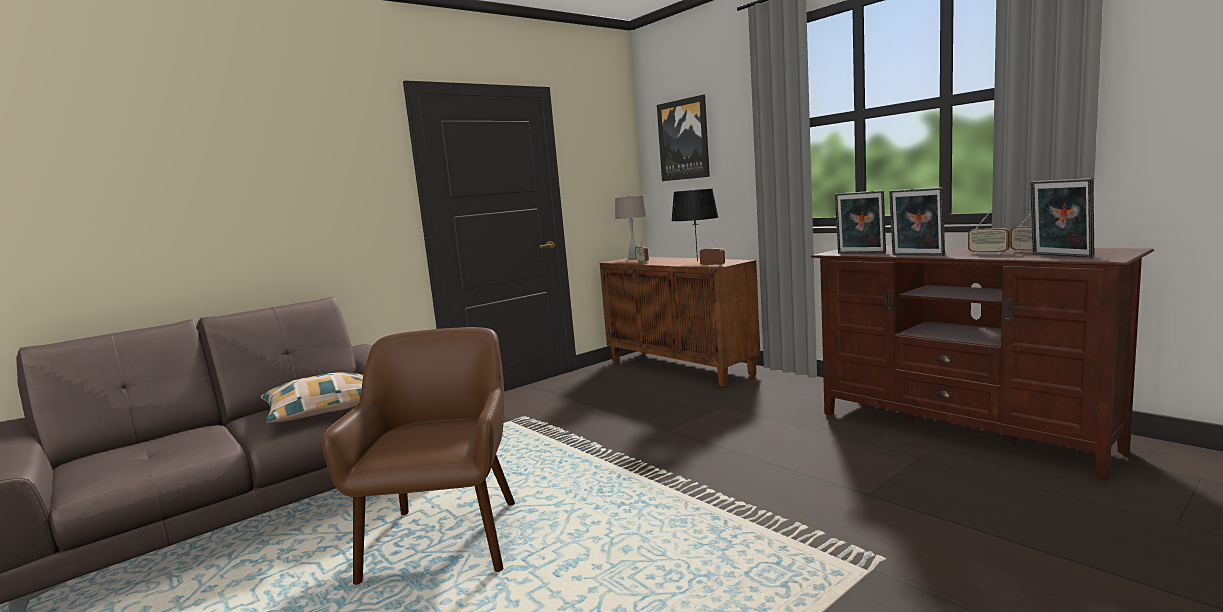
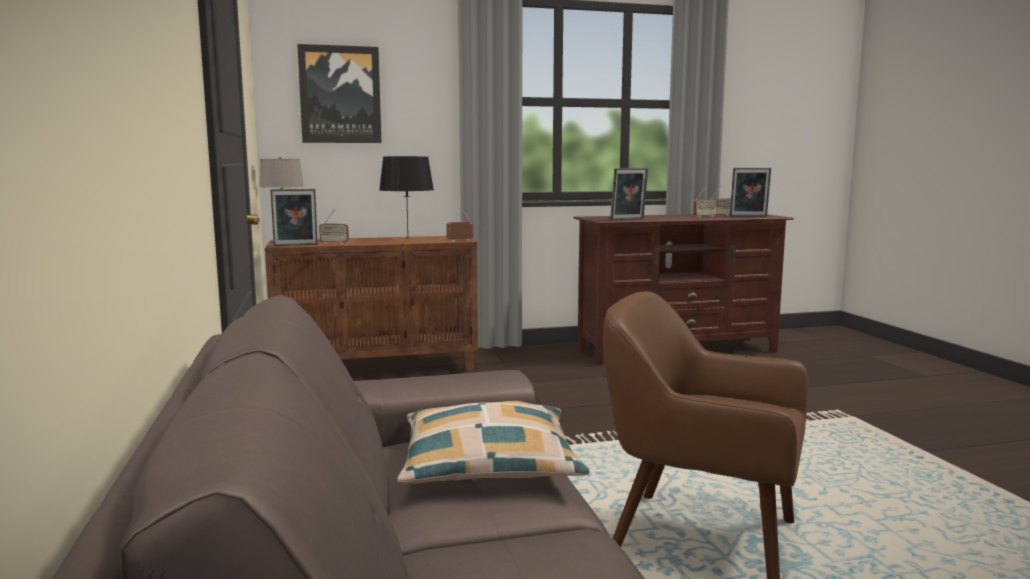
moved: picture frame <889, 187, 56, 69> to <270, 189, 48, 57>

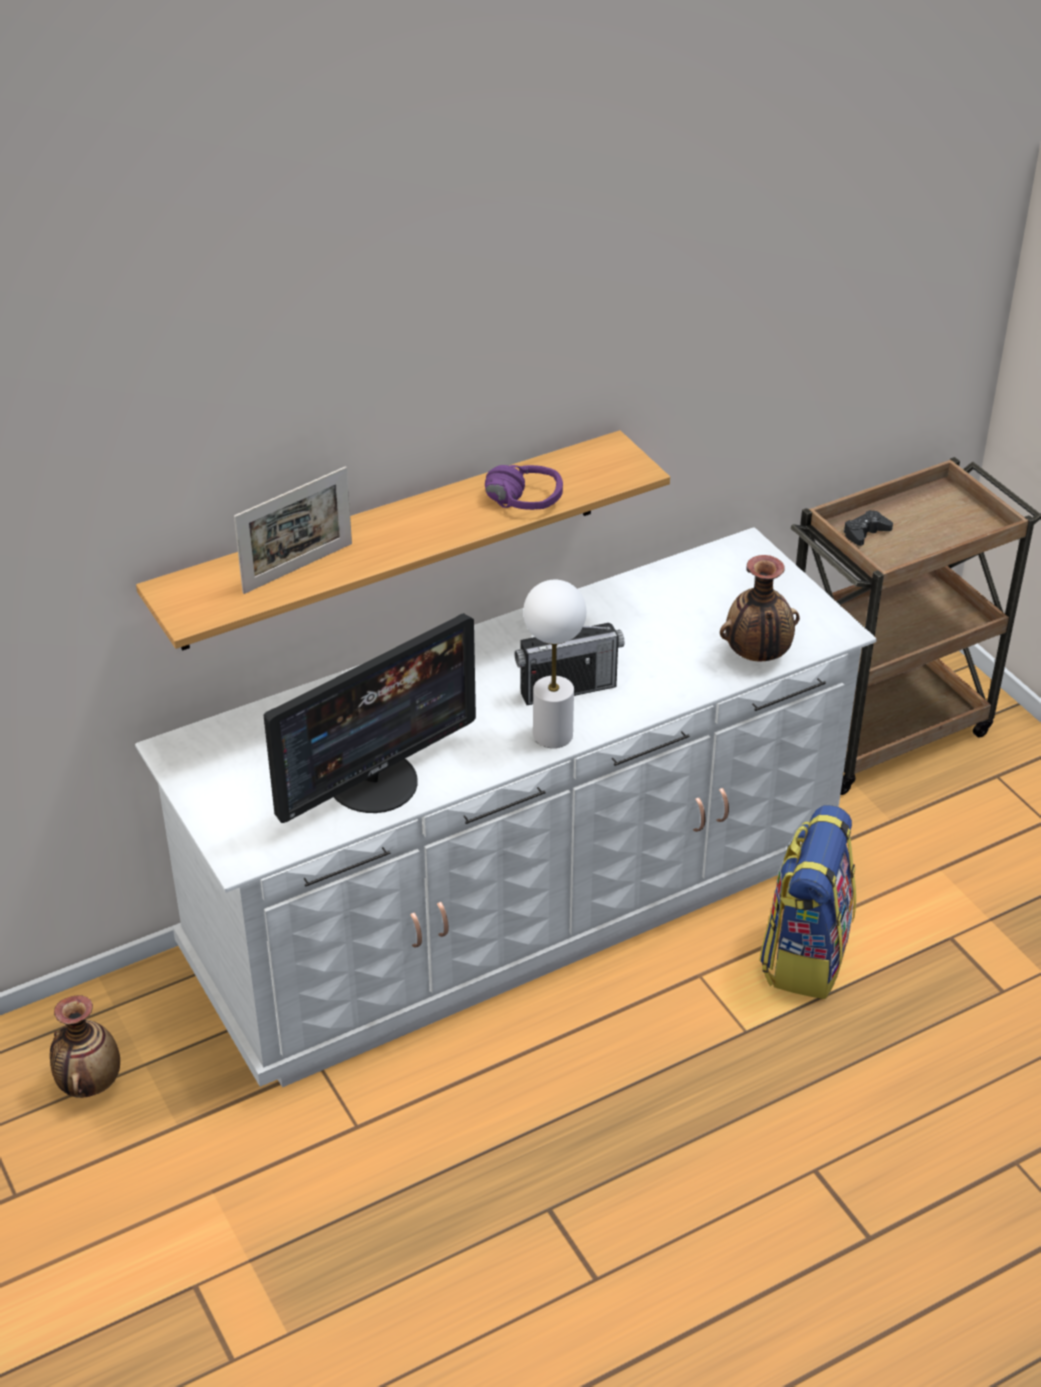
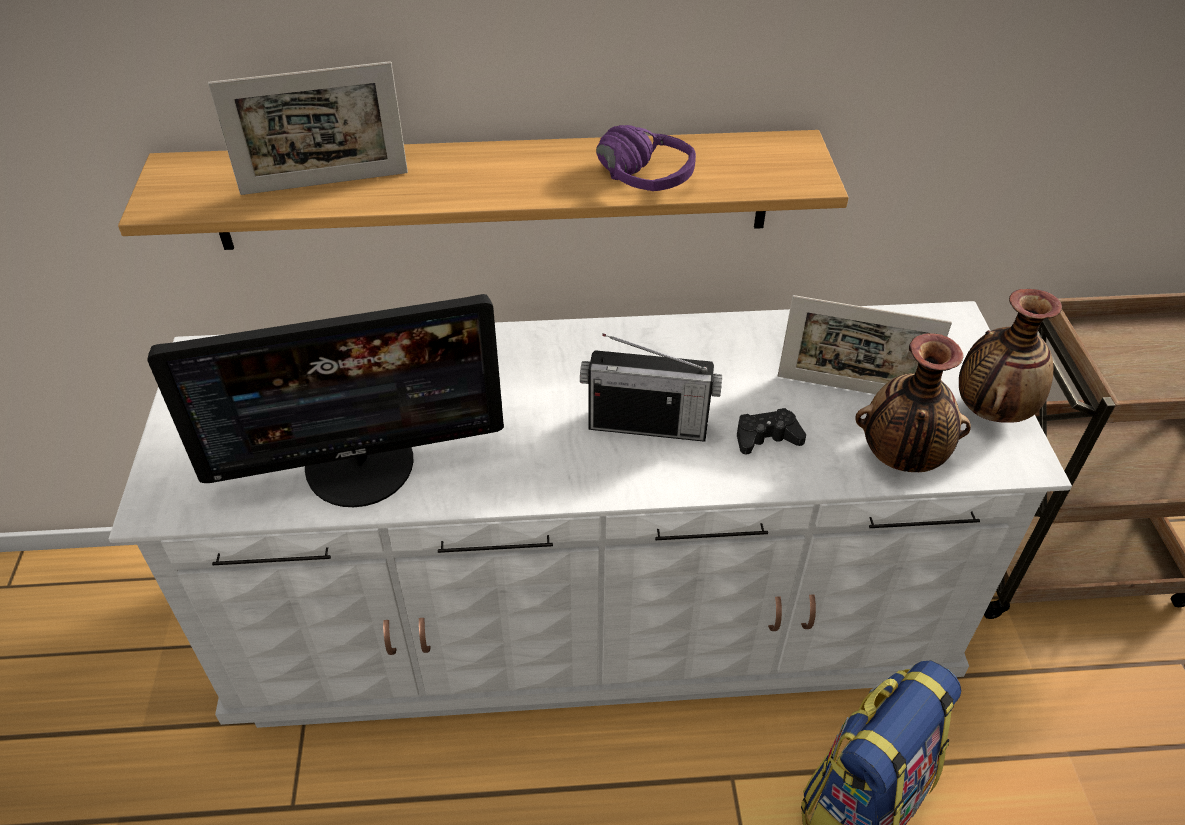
removed: white table lamp <523, 580, 63, 168>
added: picture frame <778, 295, 174, 99>
moved: vase <50, 995, 70, 103> to <959, 289, 103, 134>; black game controller <844, 510, 49, 36> to <737, 408, 69, 46>

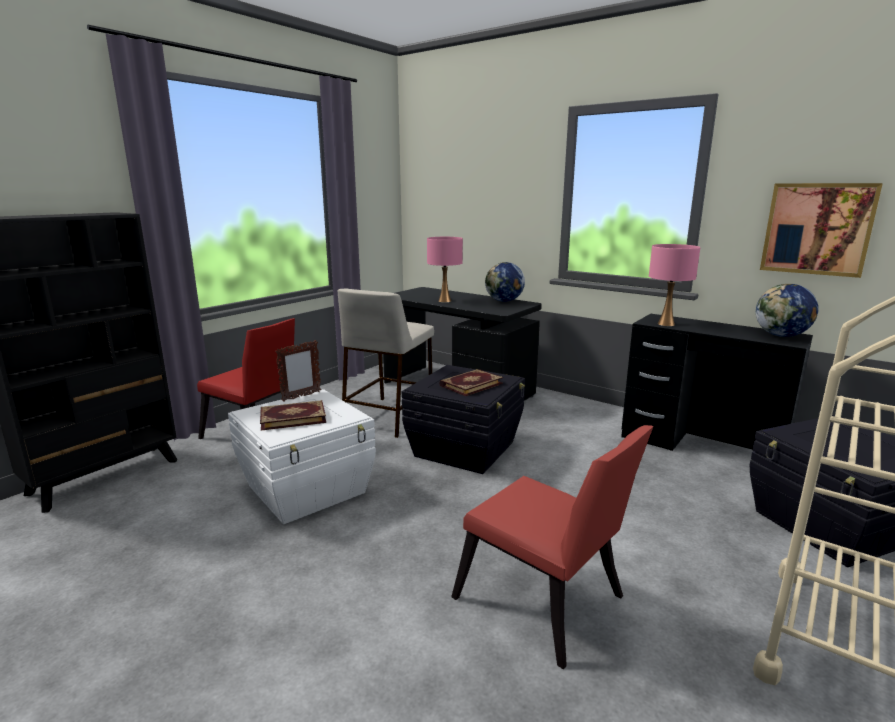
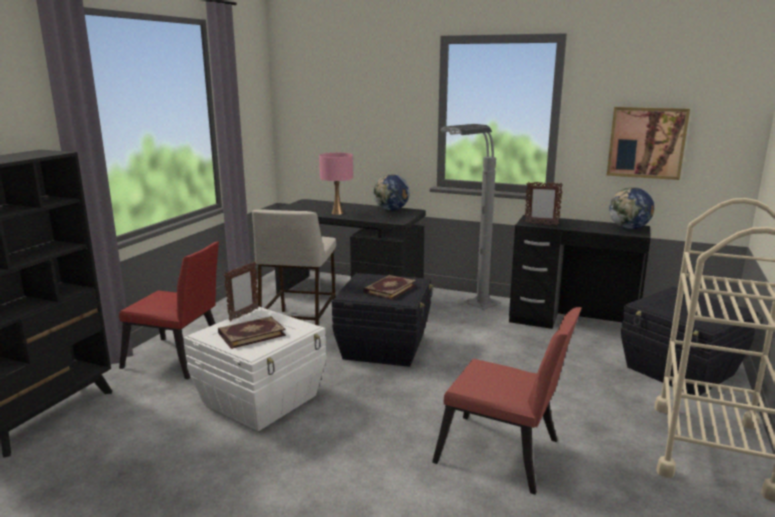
added: grey floor lamp <439, 124, 63, 186>
replaced: pink table lamp <649, 244, 51, 82> to picture frame <525, 182, 38, 43>

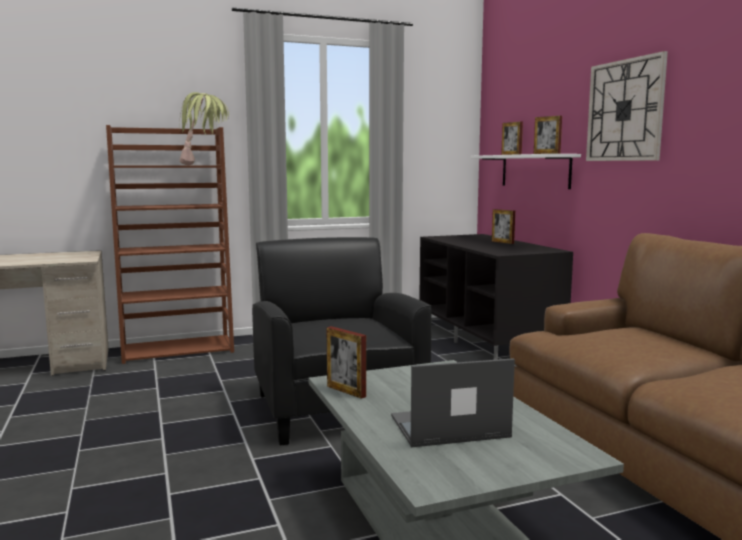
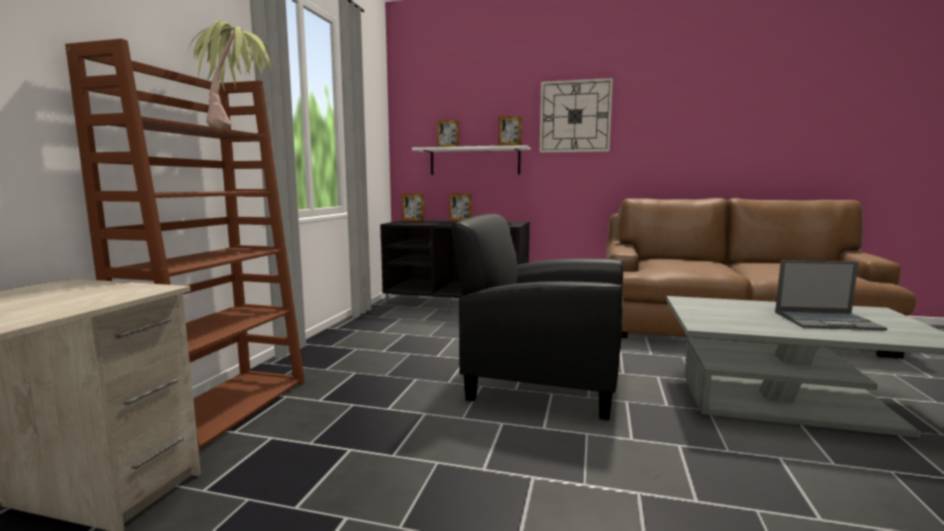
moved: picture frame <326, 326, 40, 73> to <402, 194, 22, 28>
turned: laptop <391, 358, 124, 89> = <775, 260, 112, 71> 105 degrees counterclockwise

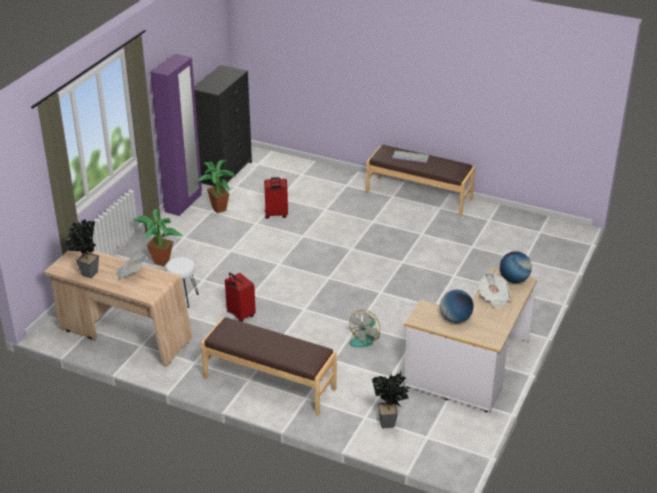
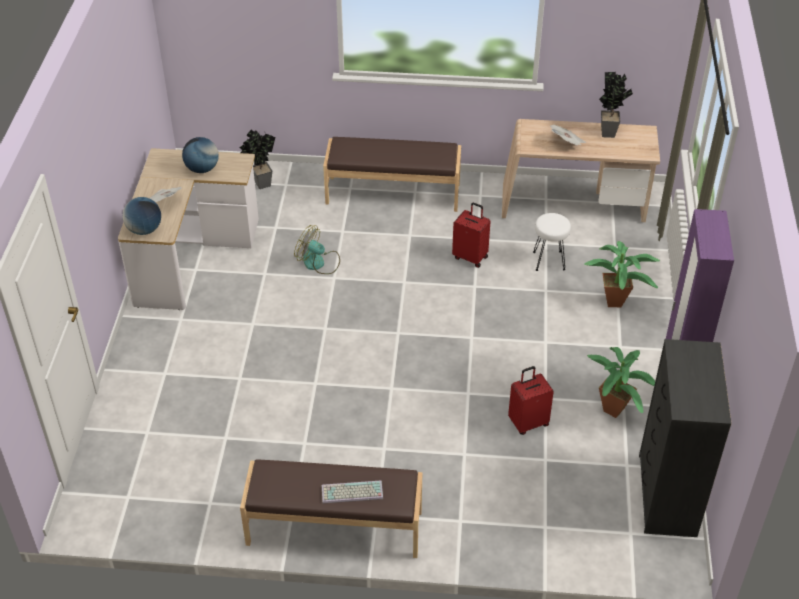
turned: fan <349, 310, 31, 37> = <294, 225, 46, 49> 75 degrees counterclockwise

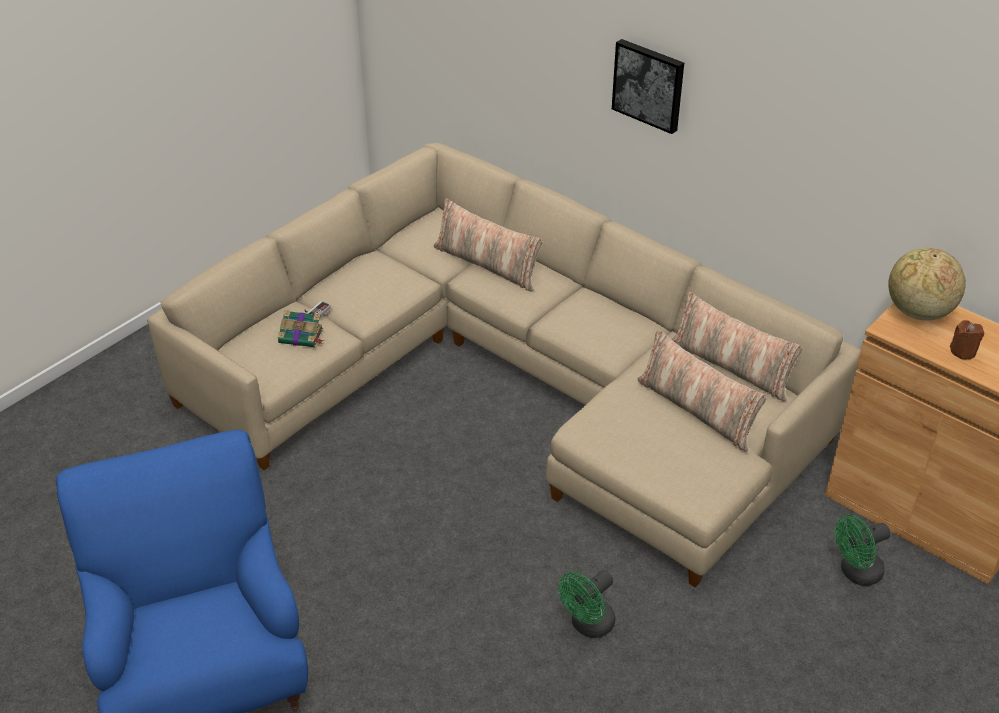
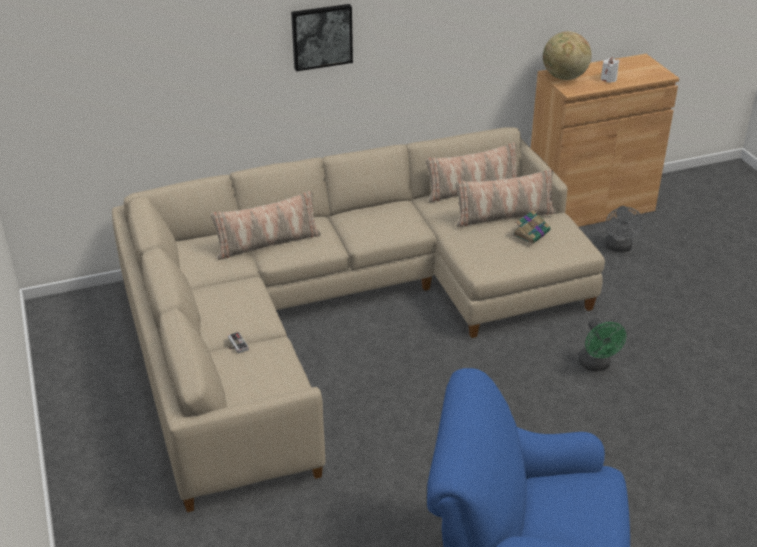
moved: book <278, 310, 46, 37> to <513, 210, 38, 34>
recoloured: green fan <835, 514, 55, 72> to grey fan <605, 206, 38, 46>; brown candle <950, 320, 34, 40> to white candle <601, 57, 19, 25>

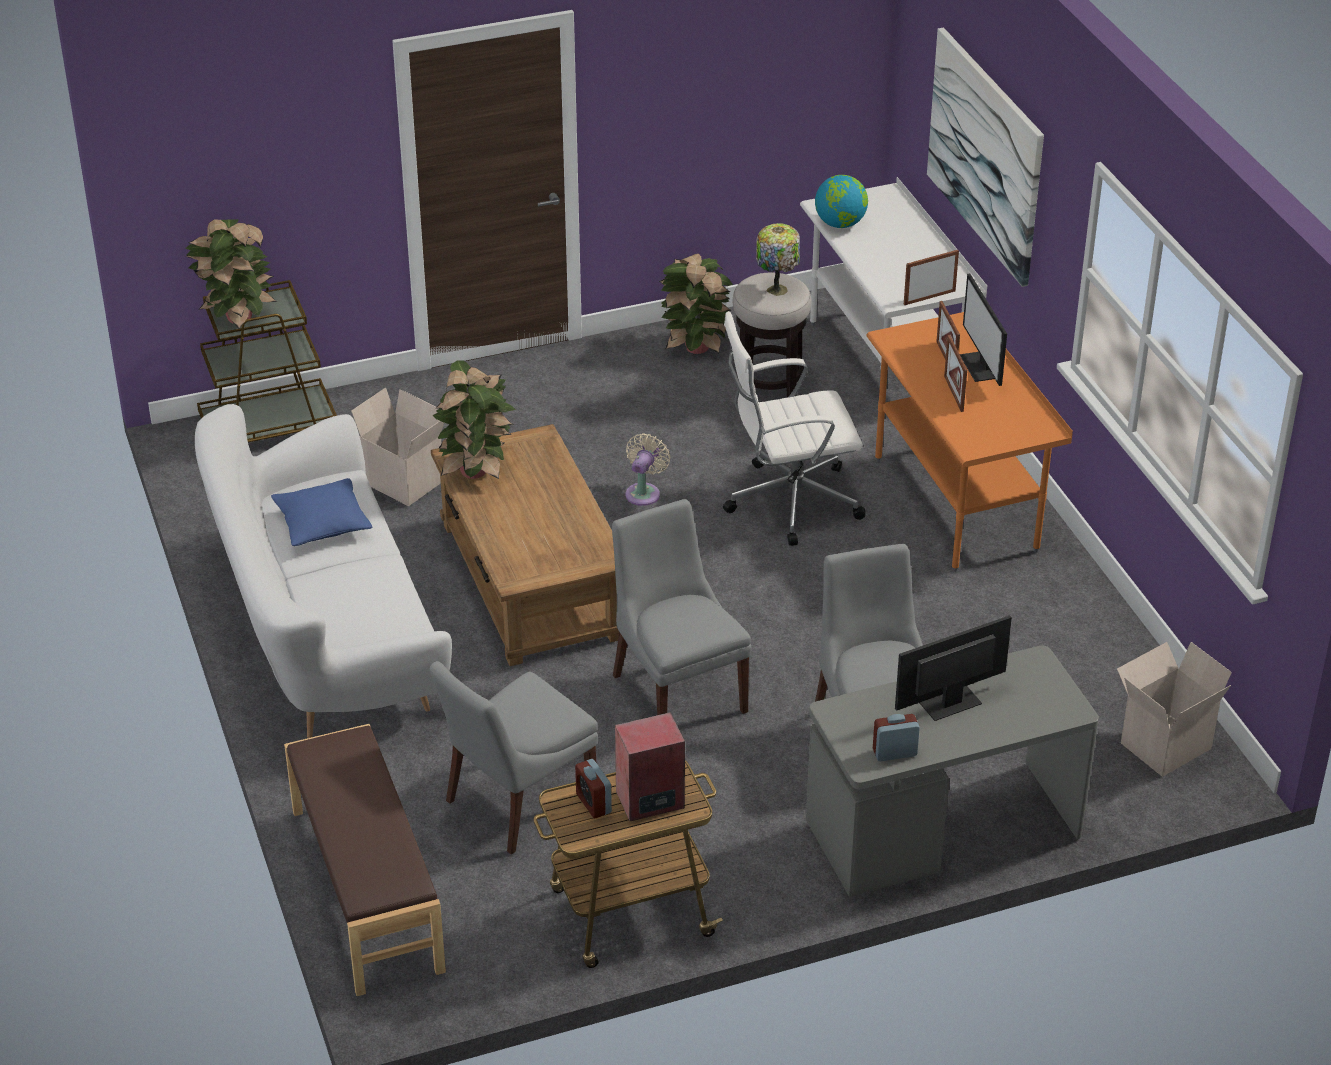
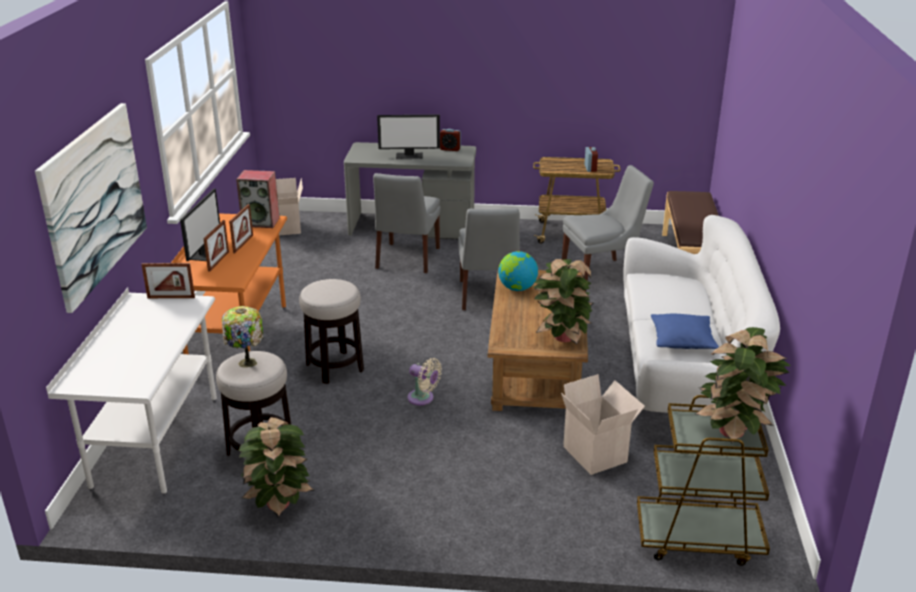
moved: speaker <615, 712, 70, 109> to <236, 170, 44, 58>; globe <815, 175, 53, 53> to <498, 251, 40, 40>
replaced: white office chair <723, 311, 142, 235> to stool <299, 279, 65, 105>
turned: beige fan <625, 433, 45, 73> = <407, 358, 35, 47> 105 degrees counterclockwise

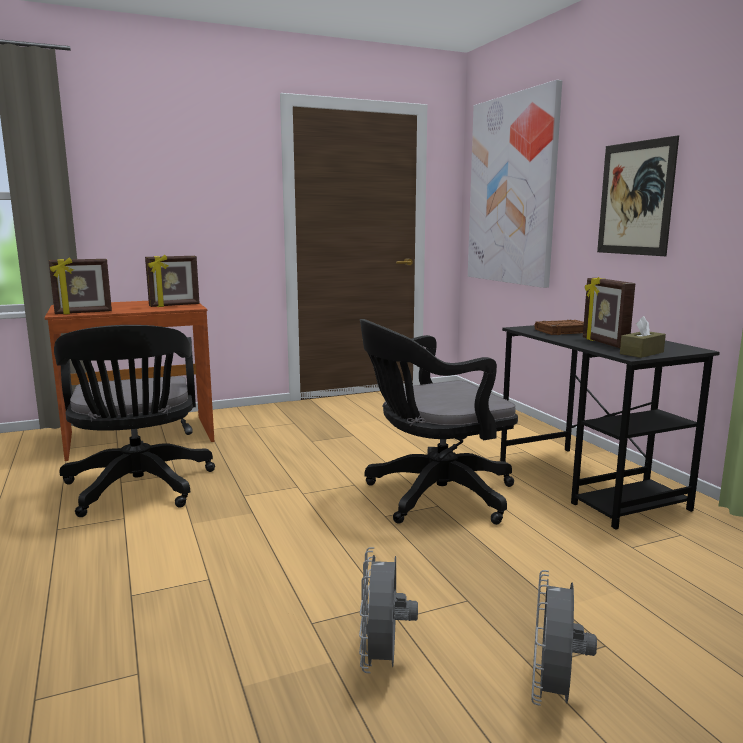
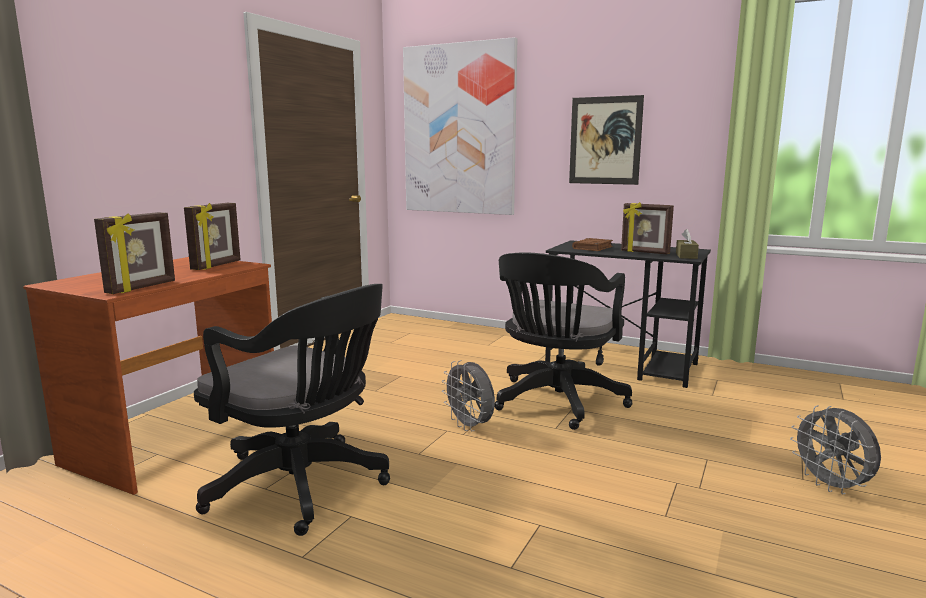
moved: grey fan <359, 547, 59, 126> to <442, 360, 53, 71>

